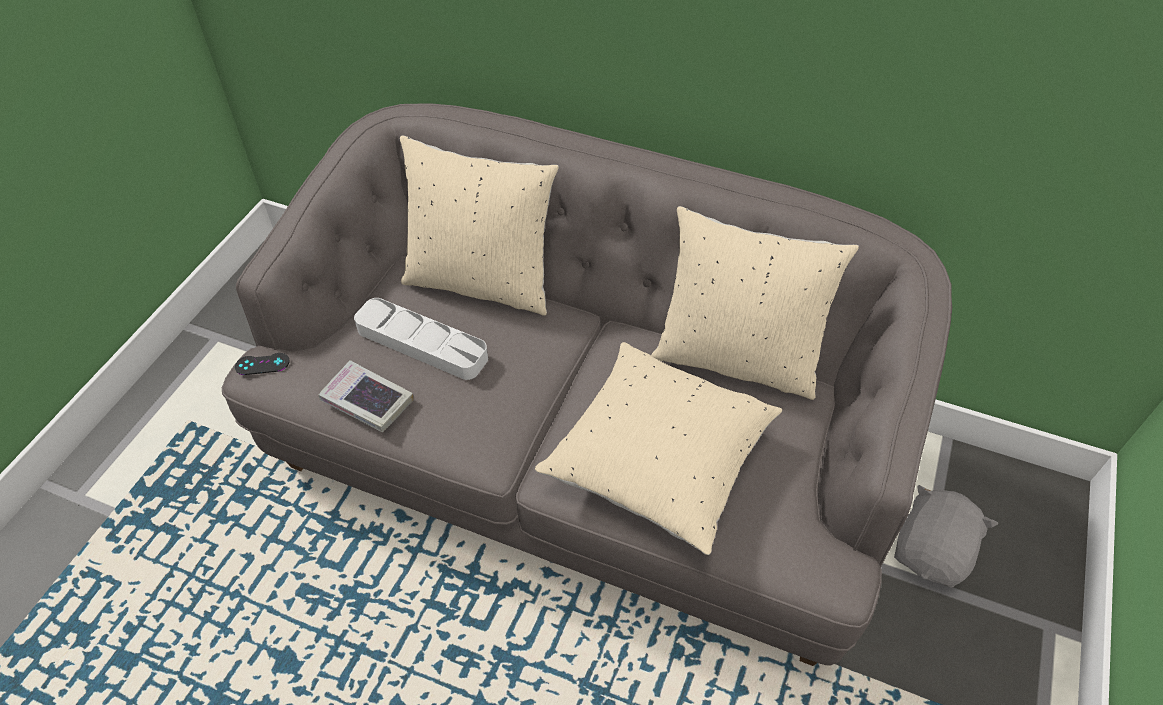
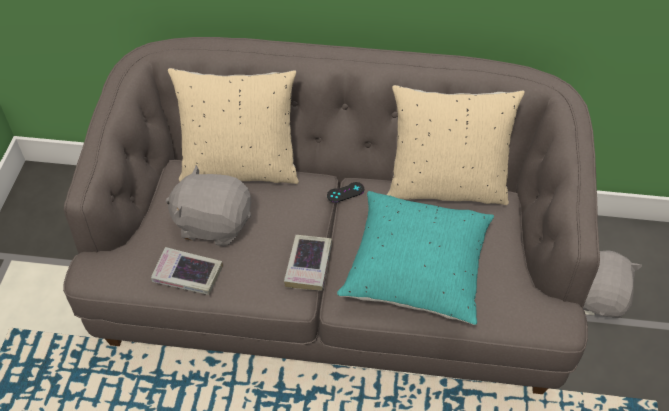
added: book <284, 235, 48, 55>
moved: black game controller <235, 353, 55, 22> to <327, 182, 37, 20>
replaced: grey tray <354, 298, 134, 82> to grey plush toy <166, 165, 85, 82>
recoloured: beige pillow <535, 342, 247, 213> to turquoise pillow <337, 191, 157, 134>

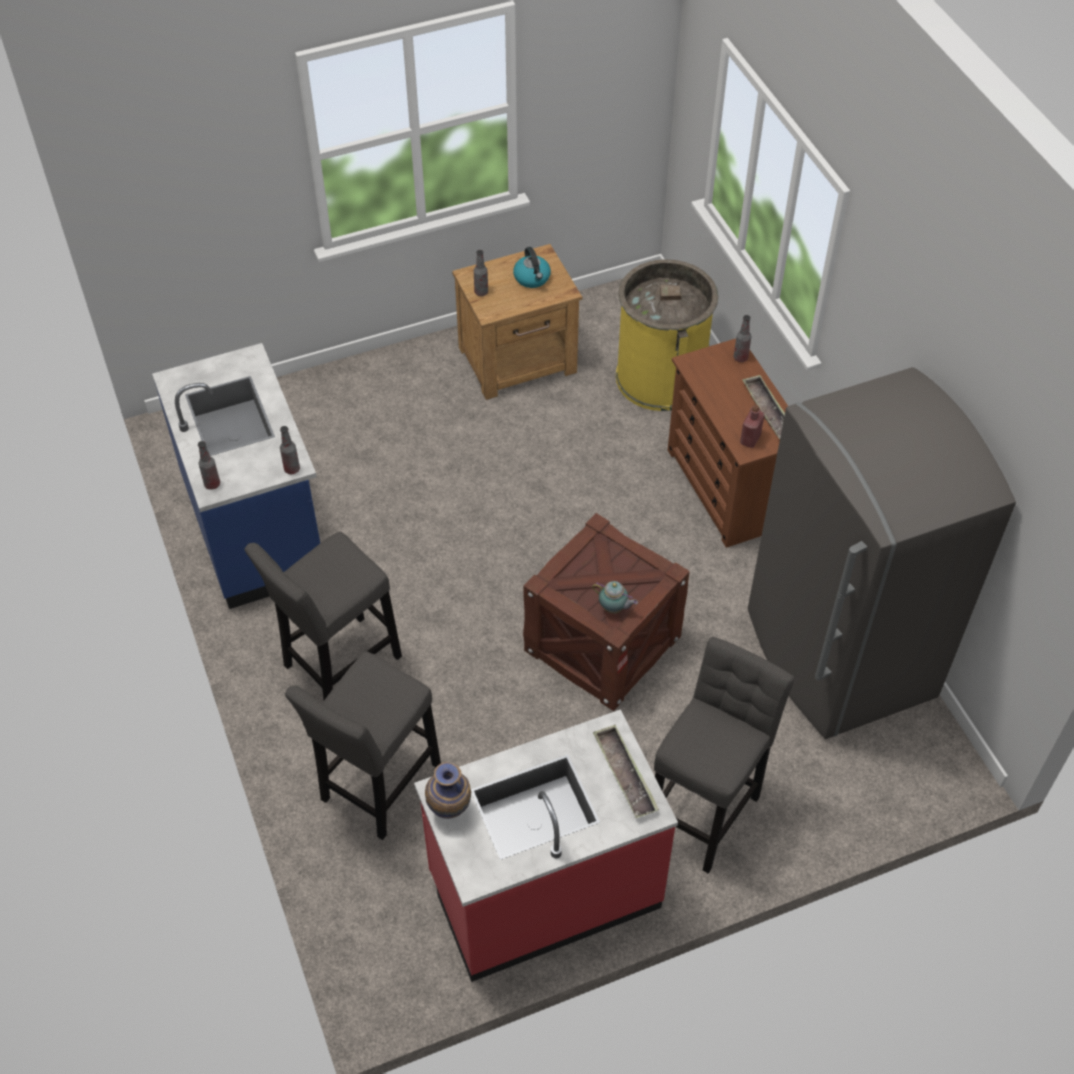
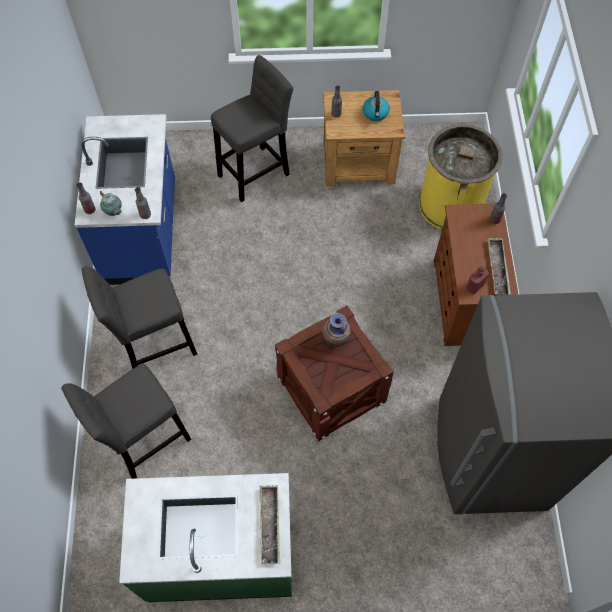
moved: vase <425, 762, 46, 57> to <322, 313, 29, 33>; teapot <592, 581, 46, 33> to <100, 191, 22, 25>; grey stool <654, 637, 140, 237> to <211, 55, 82, 147>
recoloured: red counter <414, 709, 264, 273> to green counter <119, 473, 173, 129>

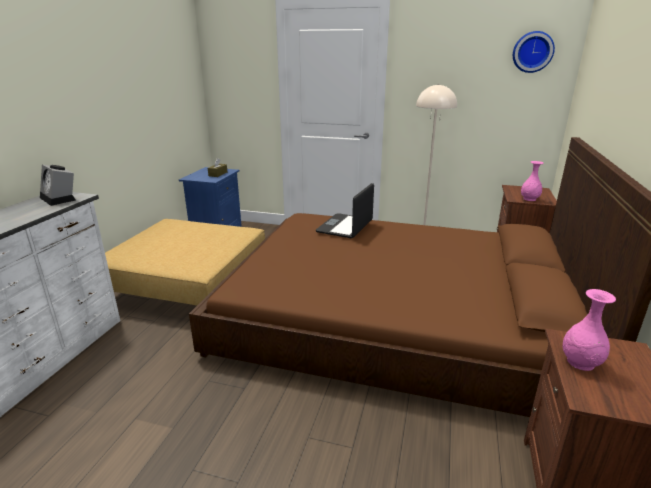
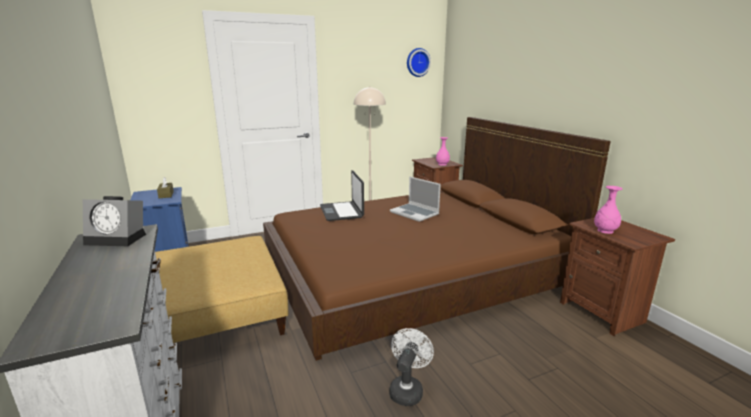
added: white fan <389, 328, 45, 78>; laptop <390, 176, 51, 46>

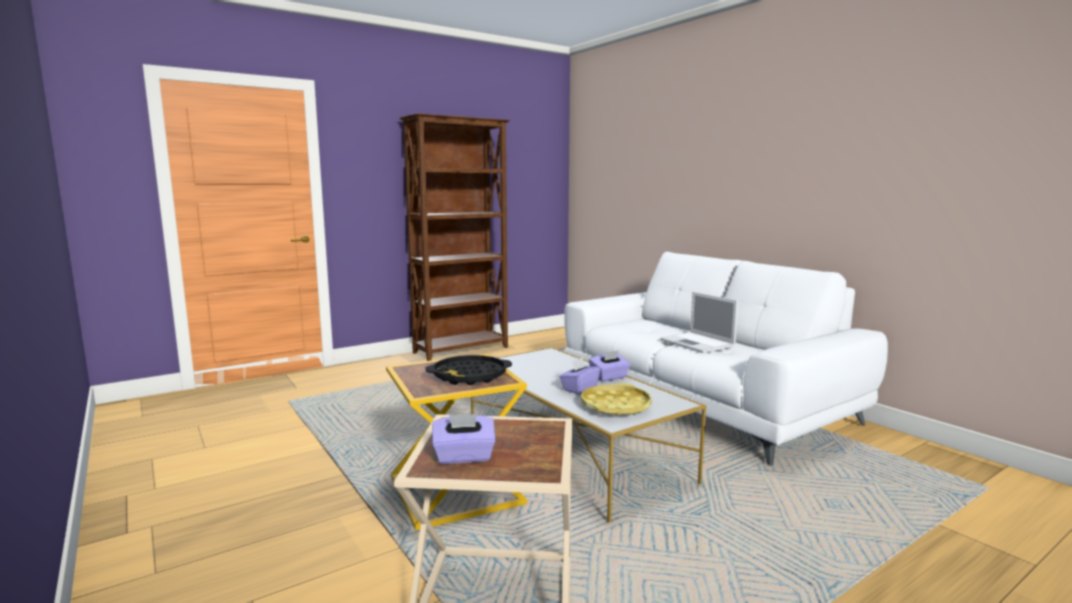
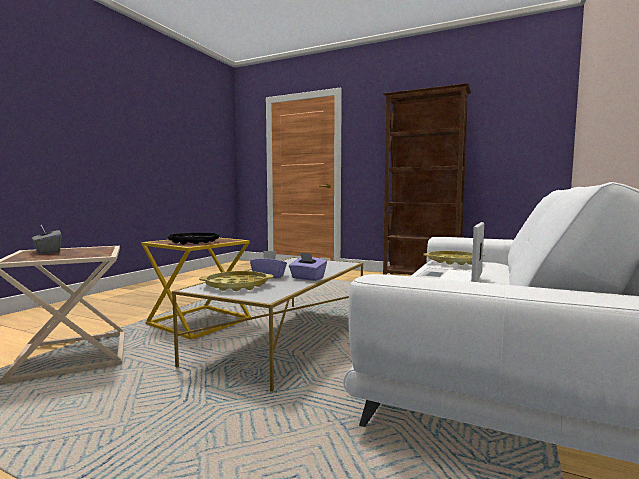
added: yellow tray <423, 251, 62, 14>
recoloured: purple tissue box <432, 414, 64, 50> to grey tissue box <32, 224, 29, 30>

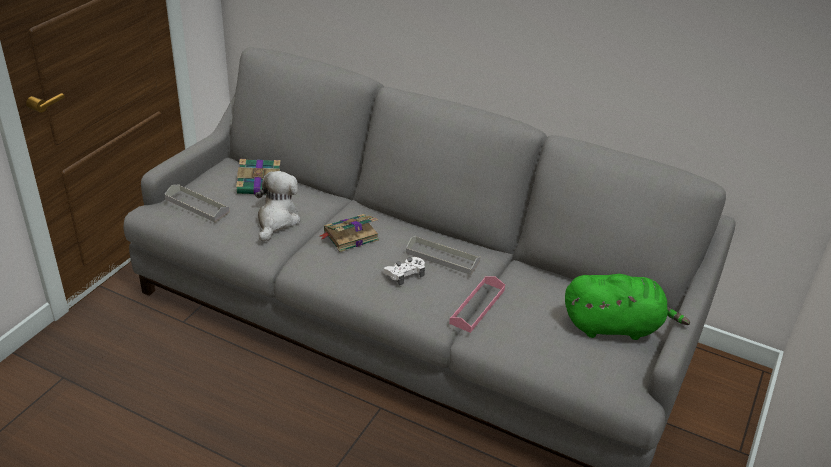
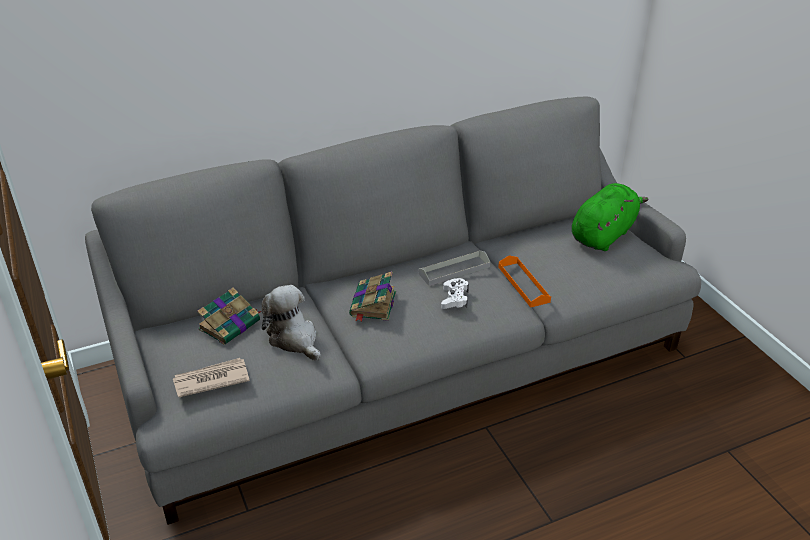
replaced: grey tray <165, 184, 65, 38> to newspaper <173, 358, 77, 39>
recoloured: pink tray <449, 277, 56, 56> to orange tray <498, 256, 53, 52>

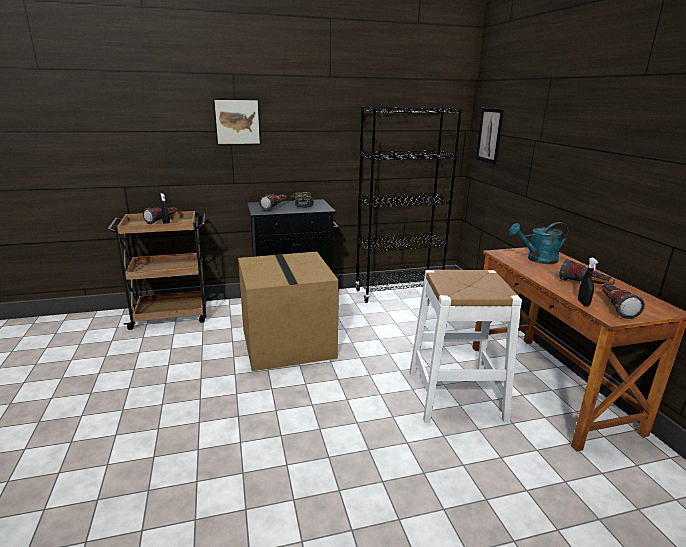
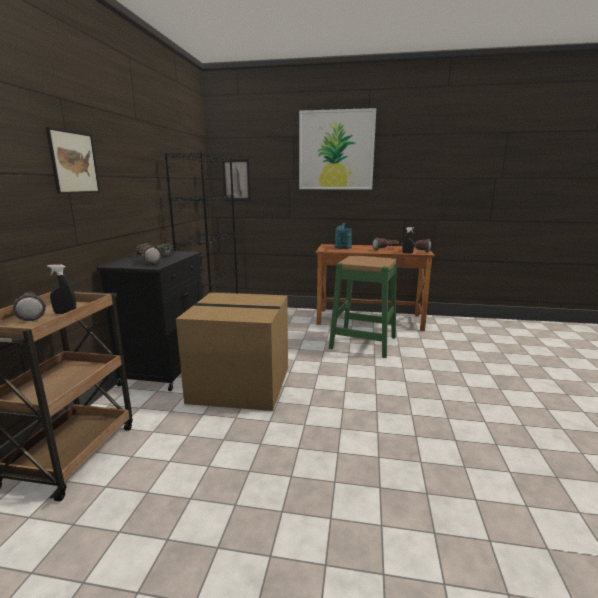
added: picture <299, 108, 77, 81>
recoloured: white stool <409, 270, 113, 153> to green stool <329, 255, 68, 103>

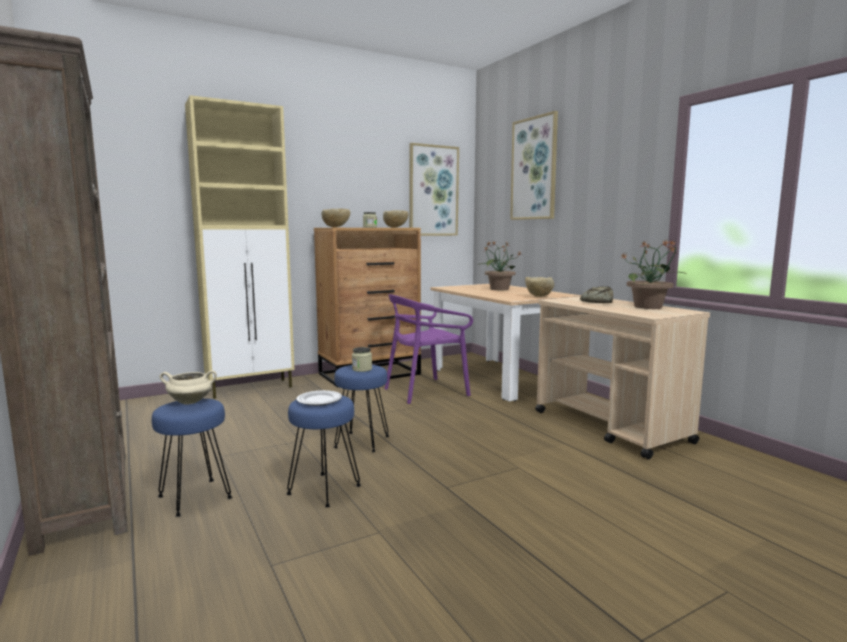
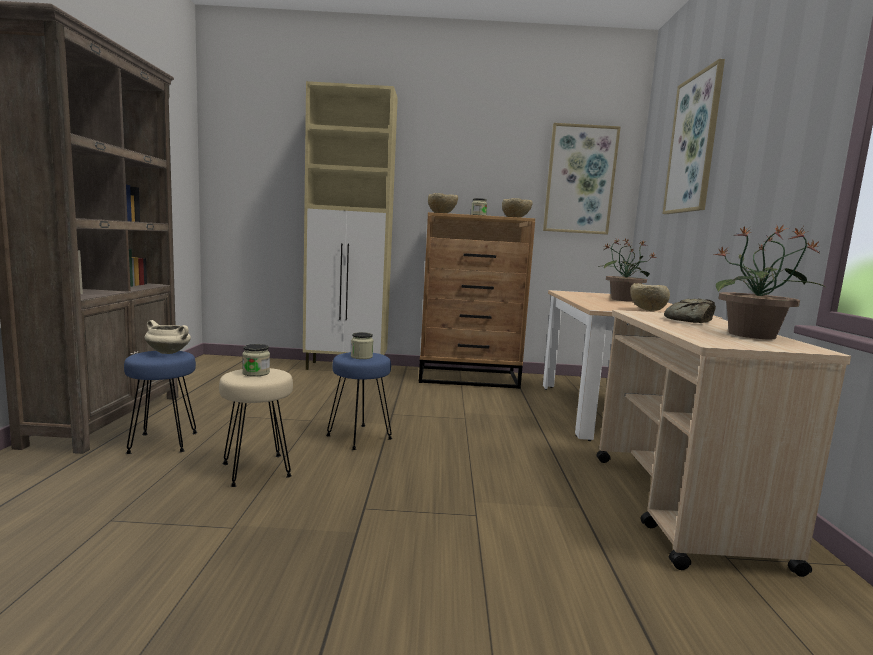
removed: purple chair <384, 294, 89, 110>
replaced: plate <296, 390, 46, 16> to jar <242, 344, 28, 33>
recoloured: blue stool <287, 396, 74, 112> to beige stool <219, 368, 74, 119>

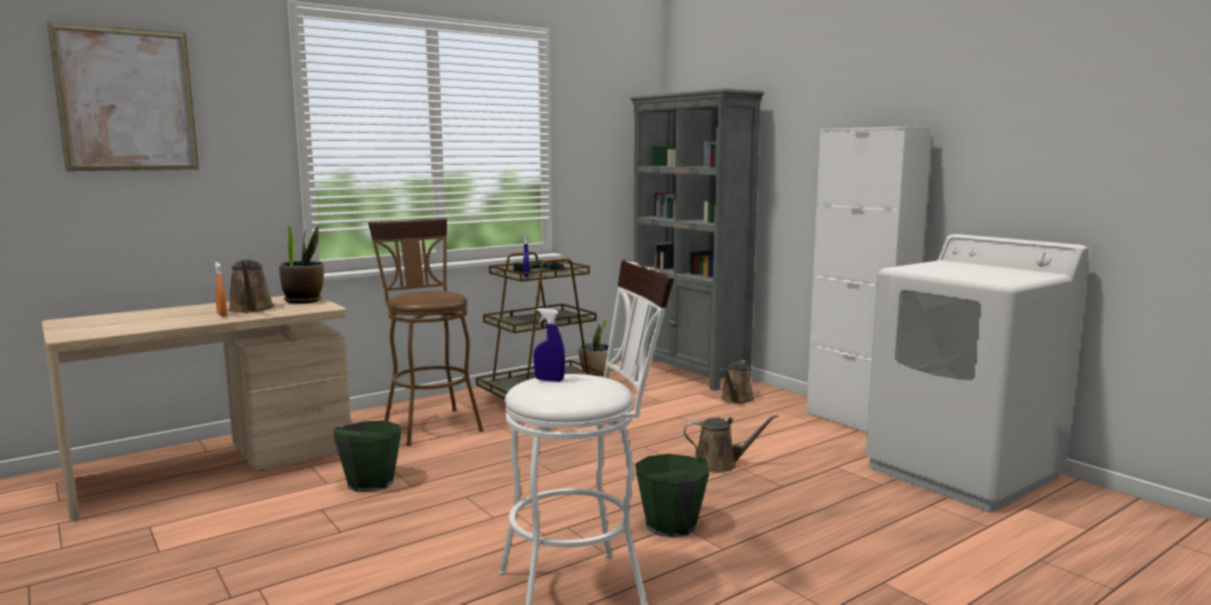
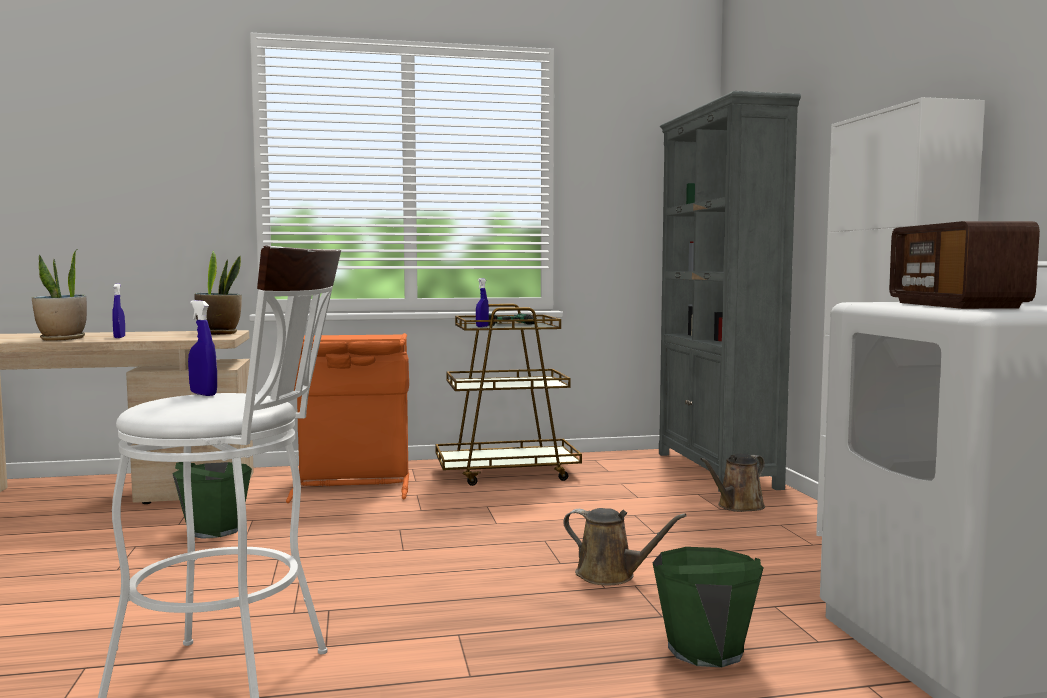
removed: picture <47, 22, 152, 149>; brown watering can <228, 260, 46, 53>
added: radio <889, 221, 151, 88>
moved: potted plant <579, 317, 29, 59> to <32, 250, 55, 91>; green bucket <635, 454, 74, 84> to <653, 547, 111, 120>
replaced: brown stool <368, 219, 116, 227> to orange laundry basket <286, 333, 123, 170>
recoloured: orange spray bottle <215, 262, 13, 55> to blue spray bottle <112, 283, 13, 55>

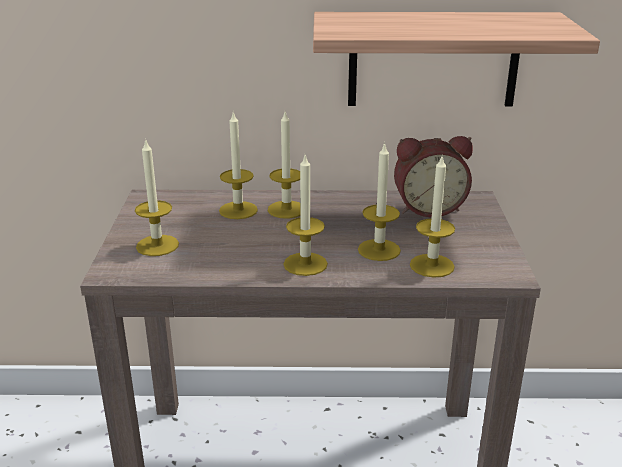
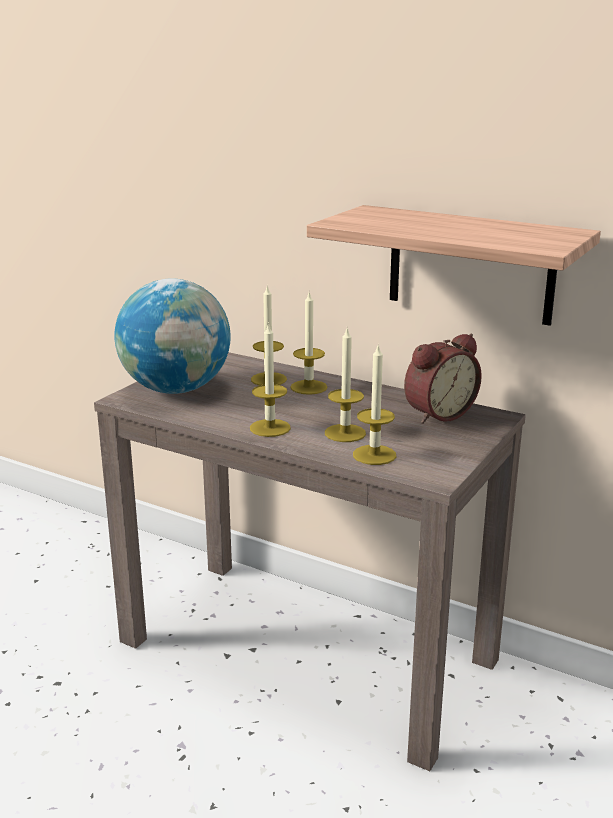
replaced: candle <135, 138, 44, 118> to globe <114, 278, 117, 116>
turned: alarm clock <394, 136, 79, 81> = <404, 333, 78, 91> 60 degrees counterclockwise

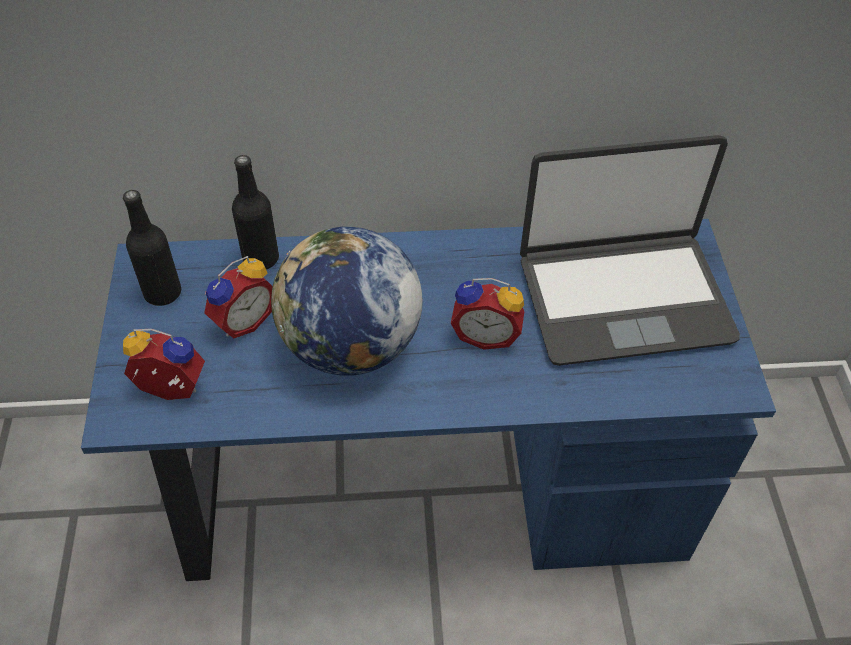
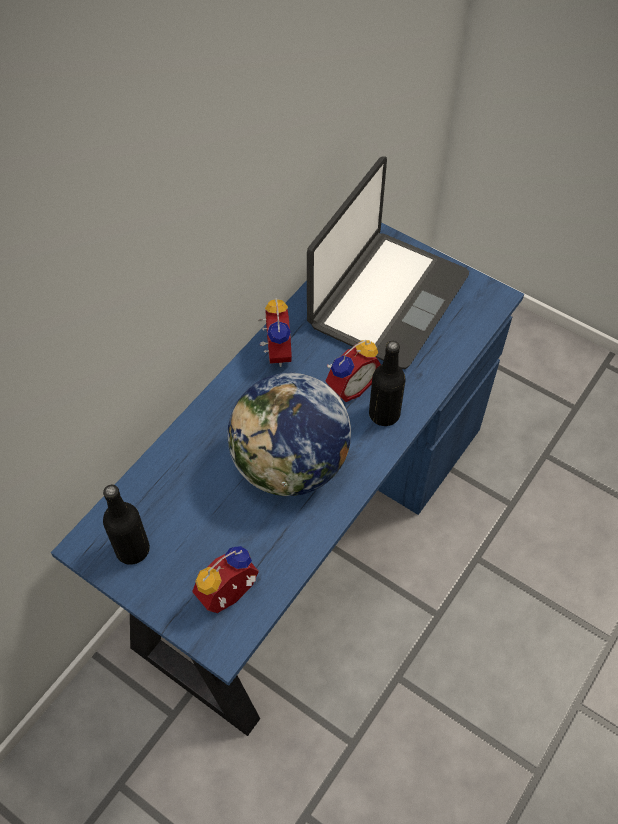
moved: alarm clock <204, 256, 69, 82> to <259, 298, 33, 69>; black bottle <232, 155, 47, 114> to <369, 341, 37, 85>

